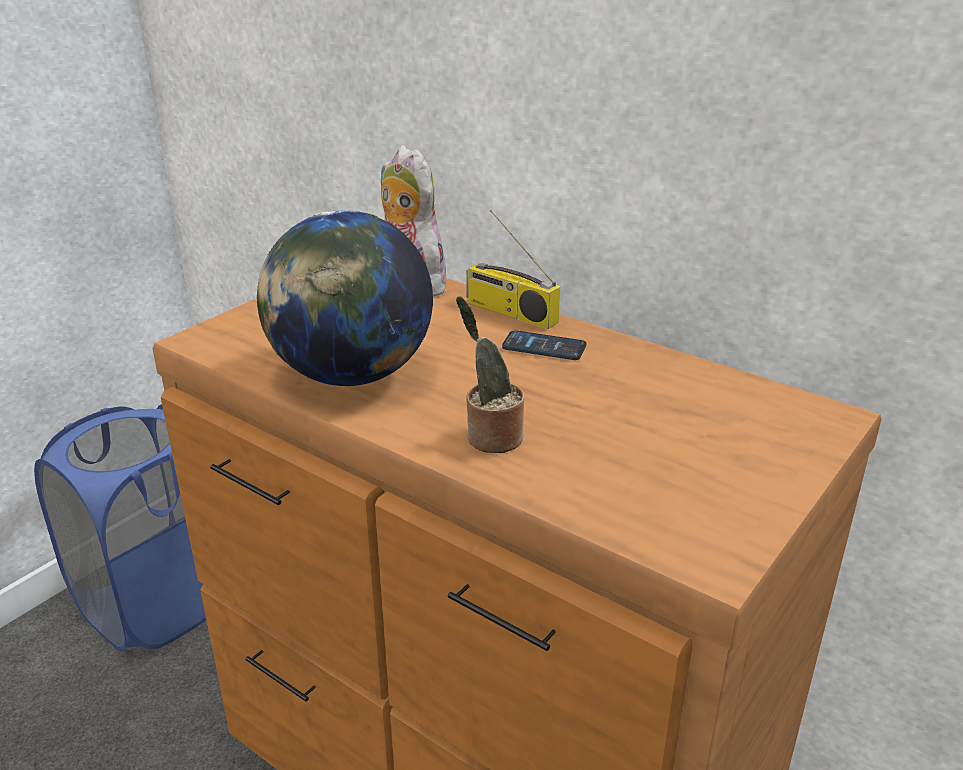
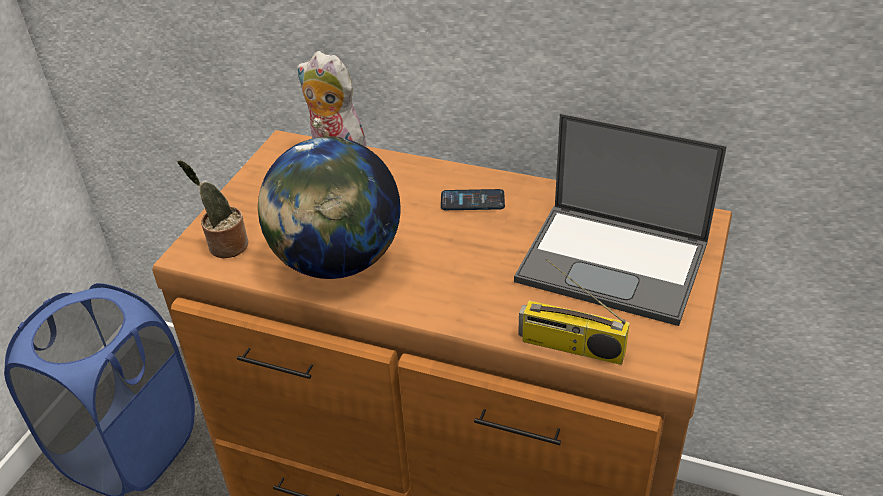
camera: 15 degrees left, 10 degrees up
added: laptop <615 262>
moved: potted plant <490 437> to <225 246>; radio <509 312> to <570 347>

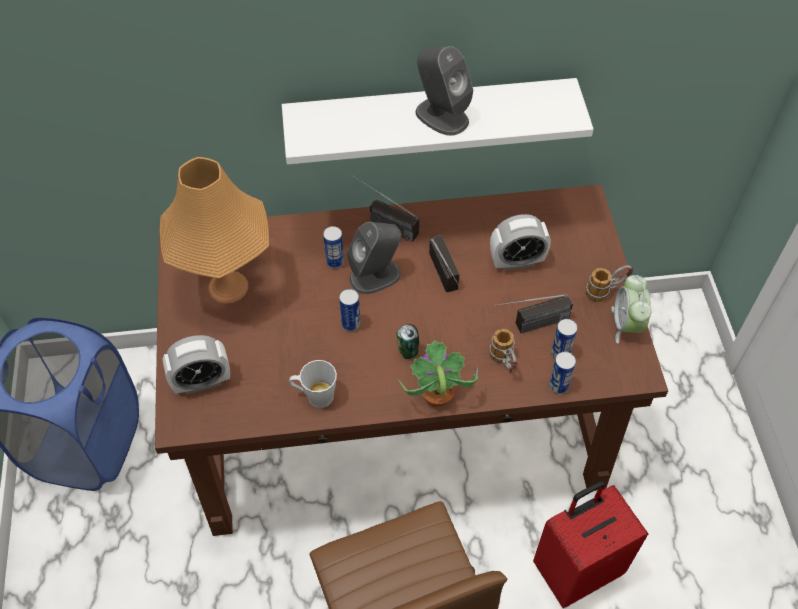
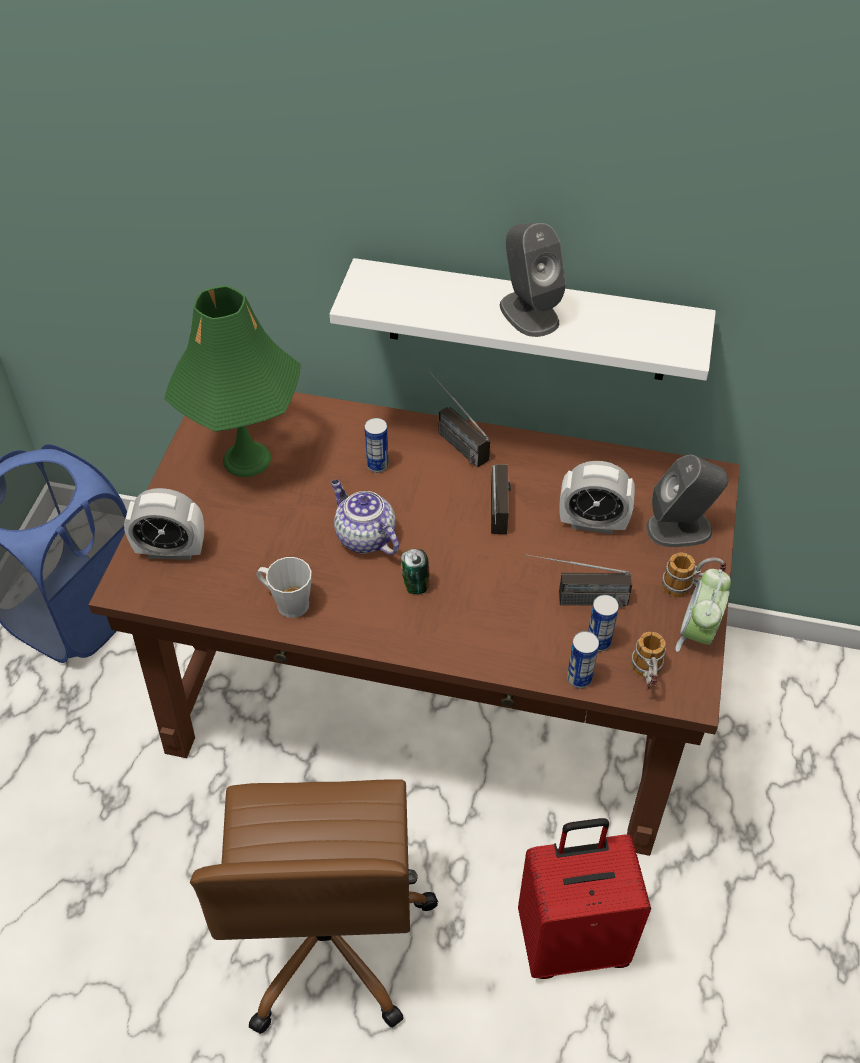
camera: 20 degrees right, 5 degrees down
removed: potted plant <436 397>
moved: mug <504 363> to <646 678>; grey speaker <375 276> to <680 528>
replaced: can <351 324> to teapot <364 537>
recoloured: orange table lamp <228 286> to green table lamp <247 458>

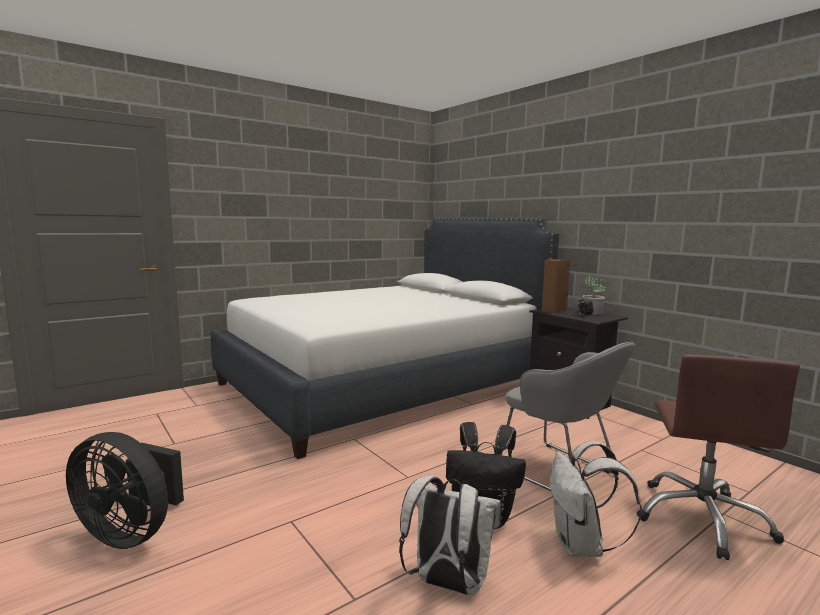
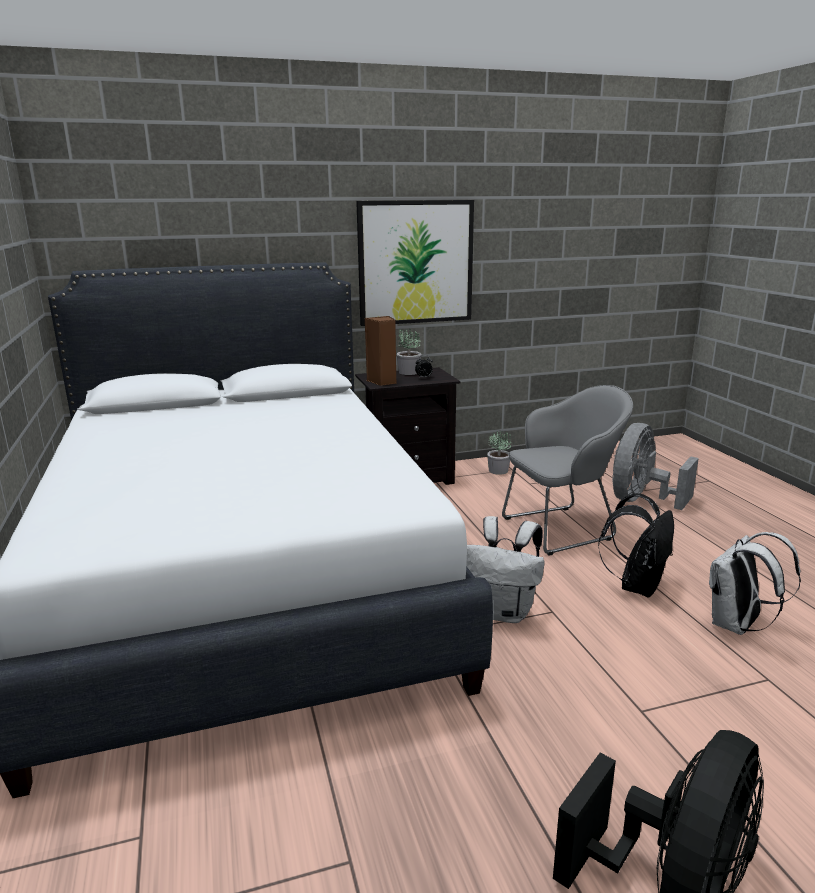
camera: 70 degrees left, 10 degrees up
added: picture <415 262>; potted plant <498 470>
moved: white backpack <581 546> to <503 612>
replaced: brown office chair <702 519> to grey fan <641 500>

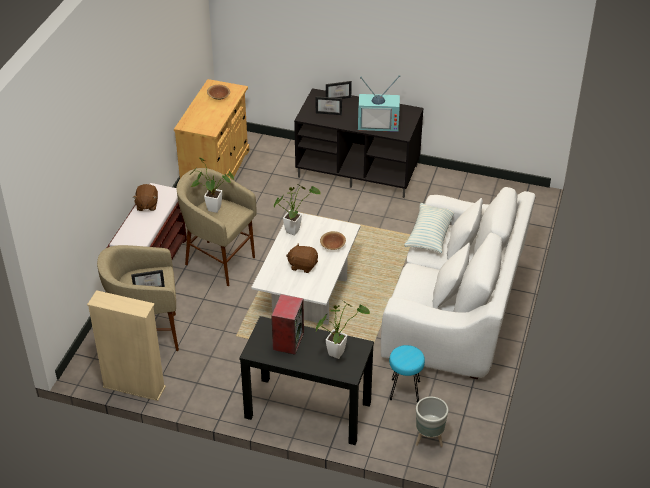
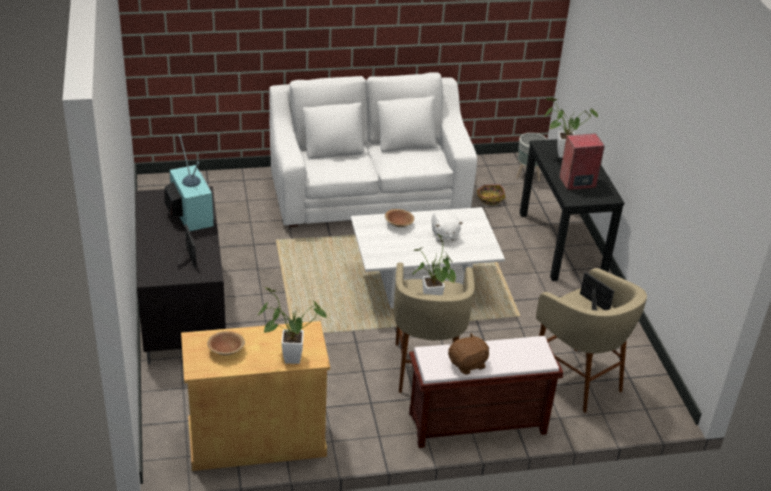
camera: 120 degrees left, 5 degrees down
removed: beige bookcase <134 387>; picture frame <338 97>; pillow <430 235>
moved: potted plant <294 229> to <287 358>
replaced: turquoise stool <404 391> to basket <489 198>
recoloured: brown plush toy <303 265> to white plush toy <444 235>

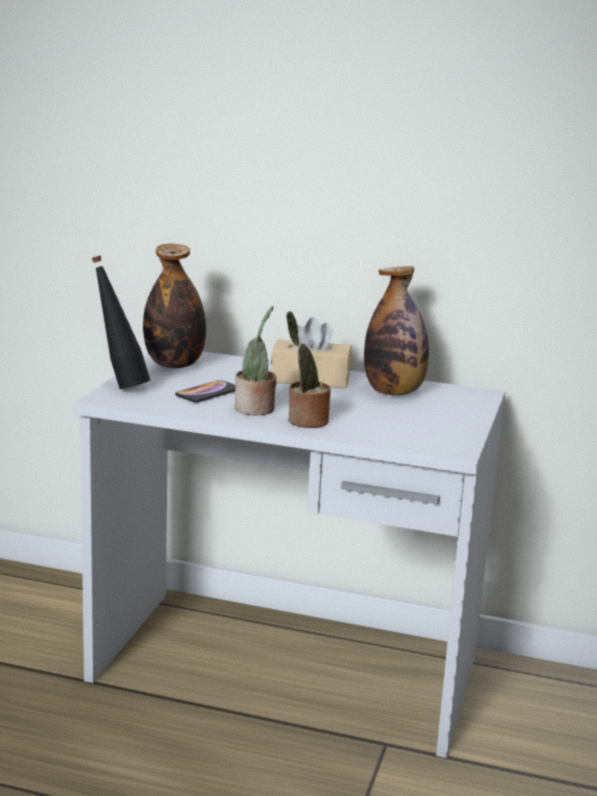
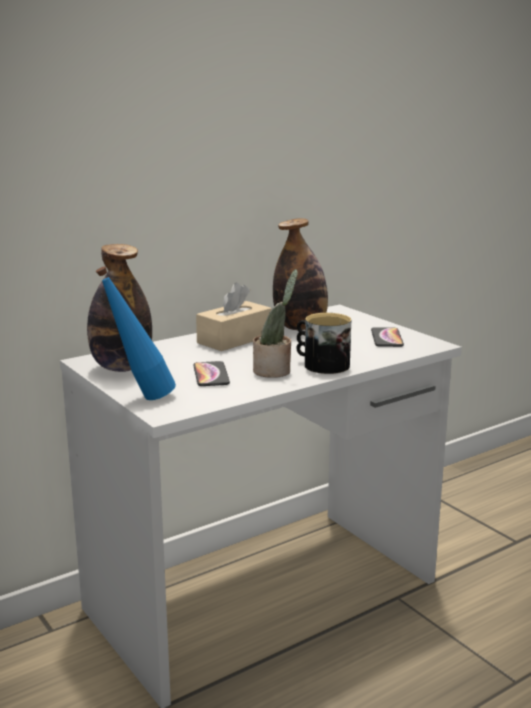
camera: 50 degrees left, 0 degrees up
added: phone <386 338>
replaced: potted plant <305 421> to mug <321 364>
recoloured: black bottle <120 386> to blue bottle <140 398>

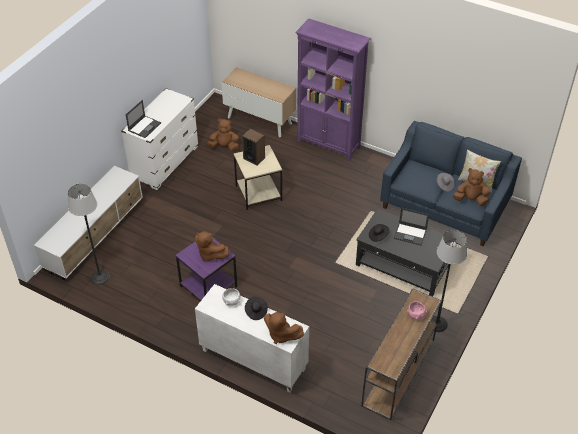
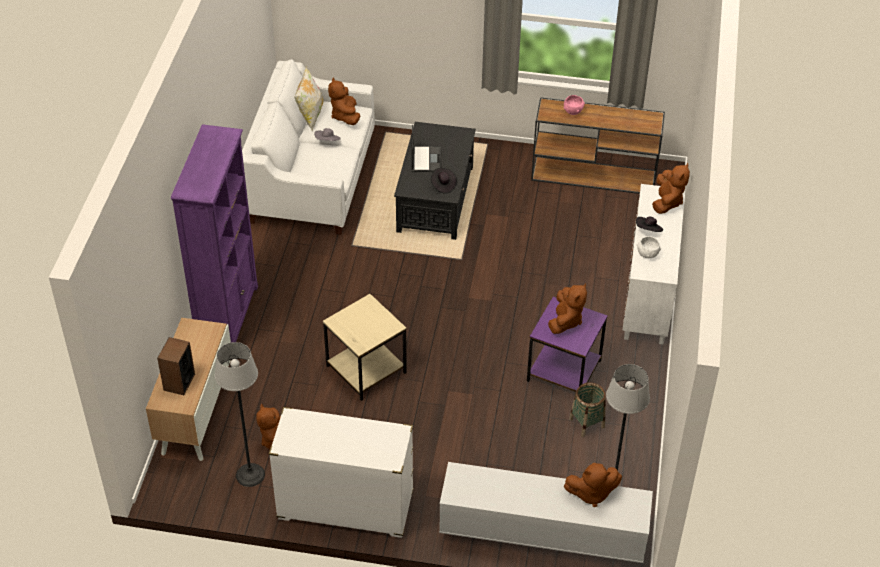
camera: 110 degrees left, 0 degrees up
removed: laptop <144 126>
added: brown plush toy <591 493>; basket <587 423>
moved: speaker <254 158> to <179 382>; floor lamp <437 324> to <250 475>
recoloured: blue sofa <445 205> to white sofa <312 179>

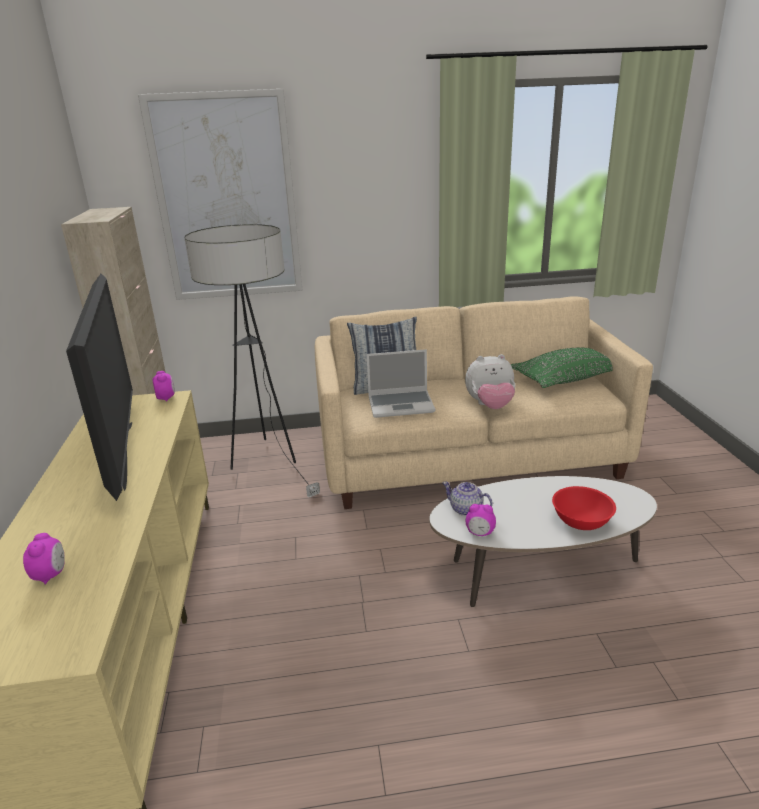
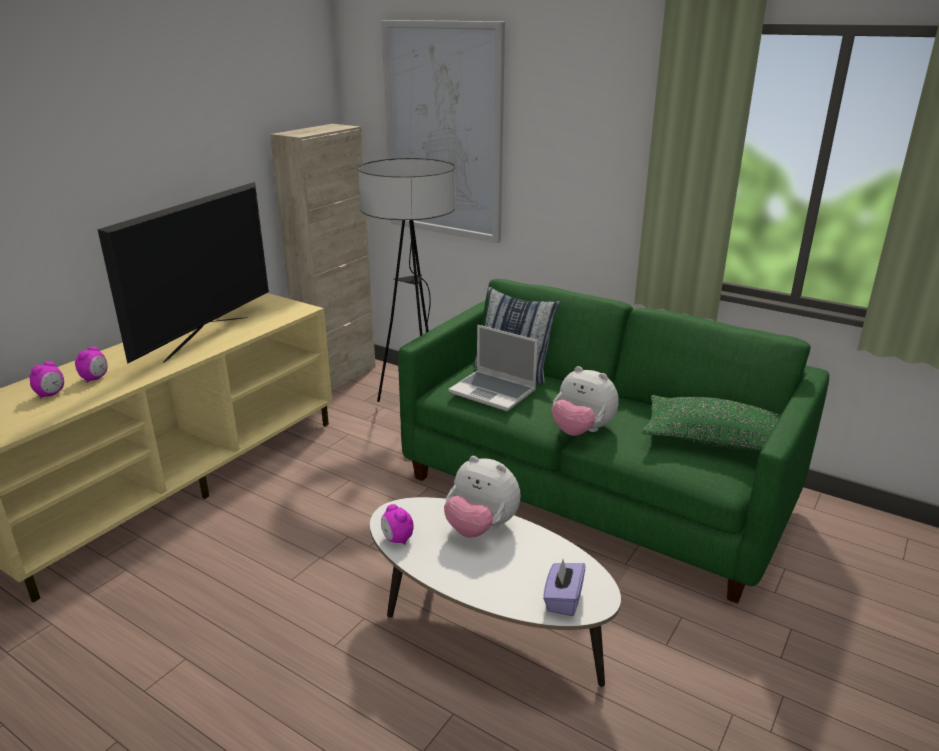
camera: 40 degrees right, 0 degrees up
removed: teapot <466 509>; red bowl <581 521>
added: plush toy <481 528>; purple tissue box <563 599>
moved: alarm clock <166 398> to <95 378>
recoloured: beige sofa <468 457> to green sofa <595 490>

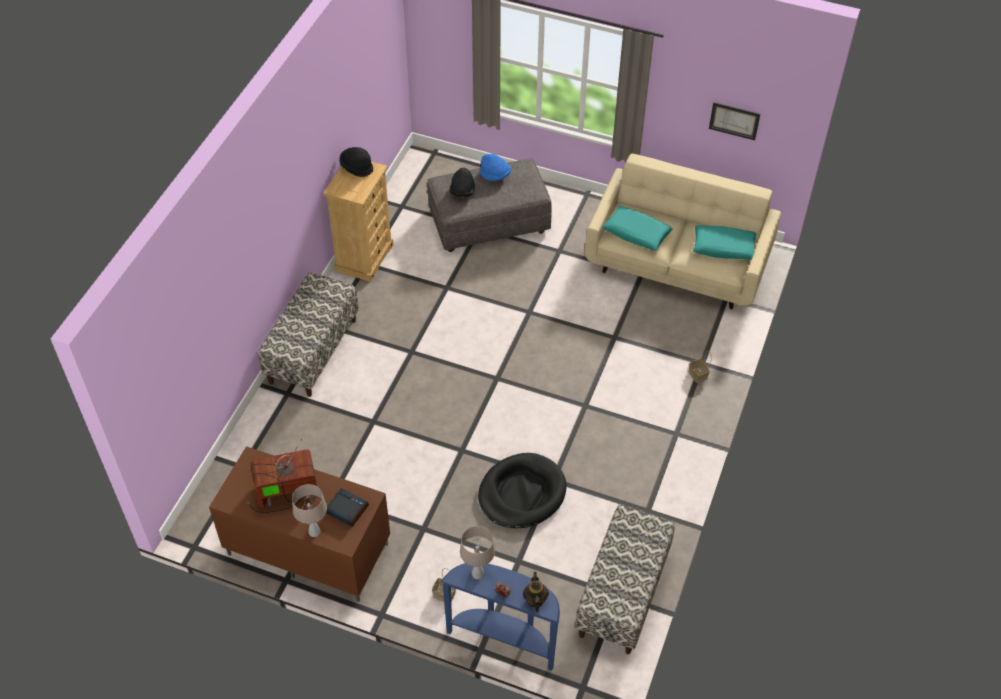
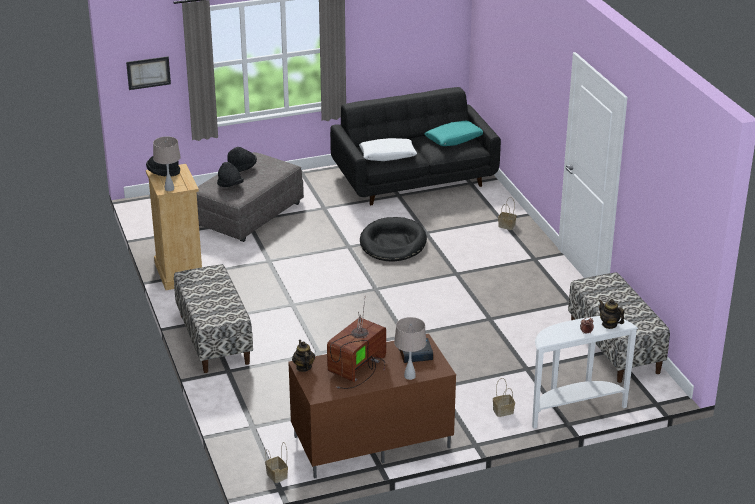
camera: 40 degrees left, 20 degrees down
added: basket <277 475>; teapot <303 367>
moved: picture <734 120> to <148 72>; beige table lamp <477 573> to <169 188>; black dog bed <521 493> to <393 243>
recoloured: blue hat <495 175> to black hat <242 168>; beige sofa <678 262> to black sofa <414 179>; turquoise pillow <636 233> to white pillow <387 155>; blue console table <504 638> to white console table <574 410>

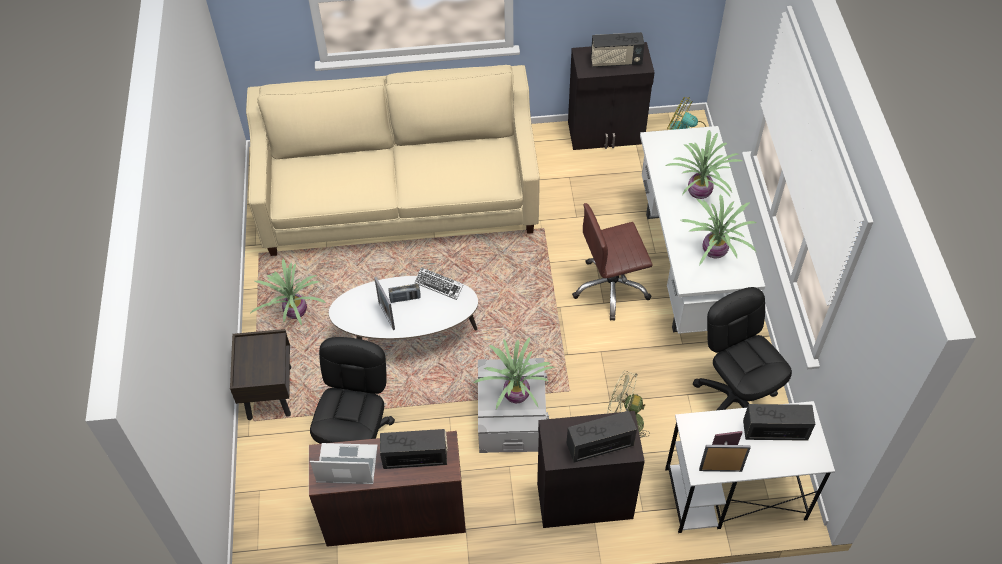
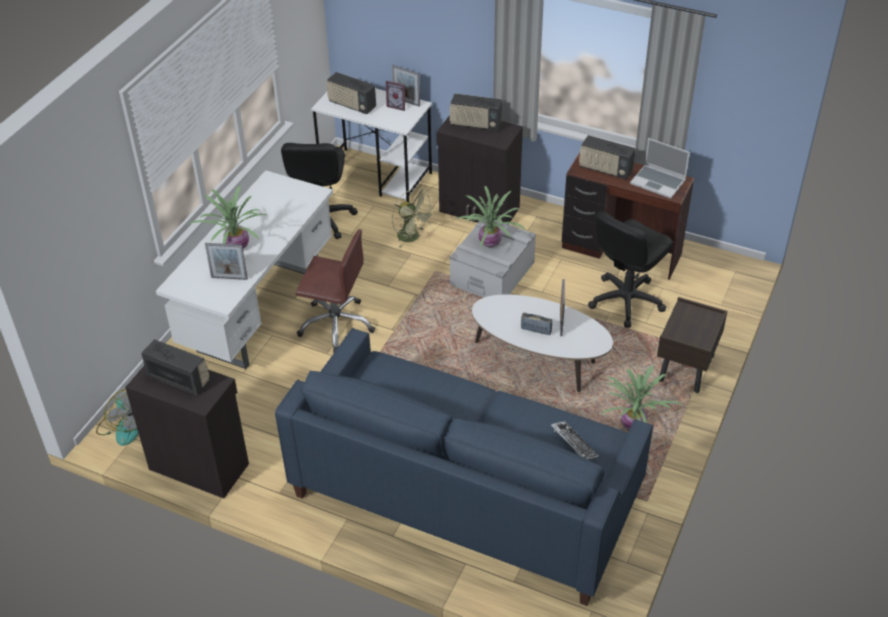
camera: 150 degrees left, 10 degrees down
removed: potted plant <713 252>
added: picture frame <229 278>
moved: keyboard <439 285> to <574 443>
recoloured: beige sofa <399 198> to blue sofa <466 494>

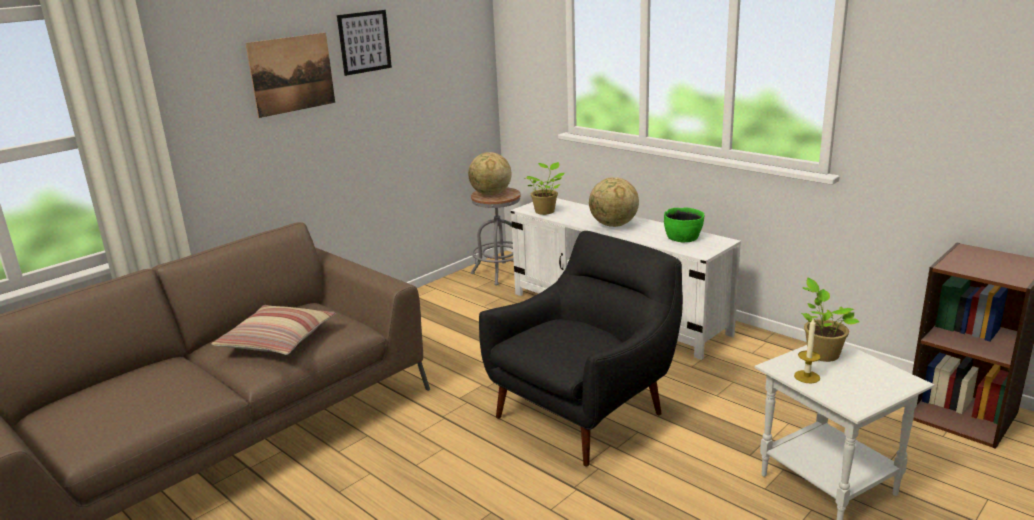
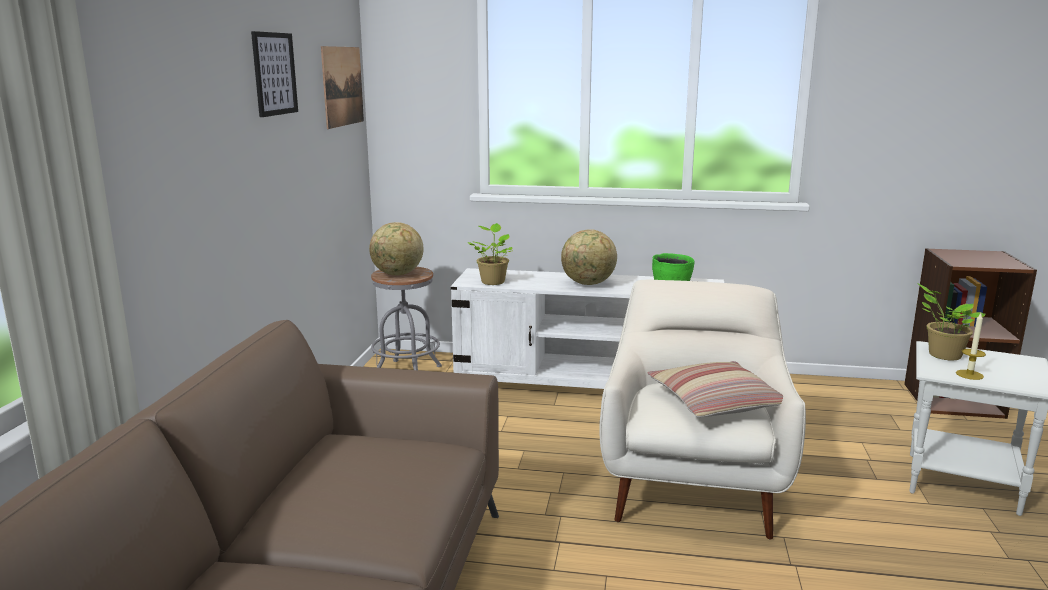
camera: 35 degrees left, 5 degrees down
moved: picture <292 74> to <342 86>; pillow <277 340> to <716 402>
recoloured: black armchair <584 412> to white armchair <692 487>

